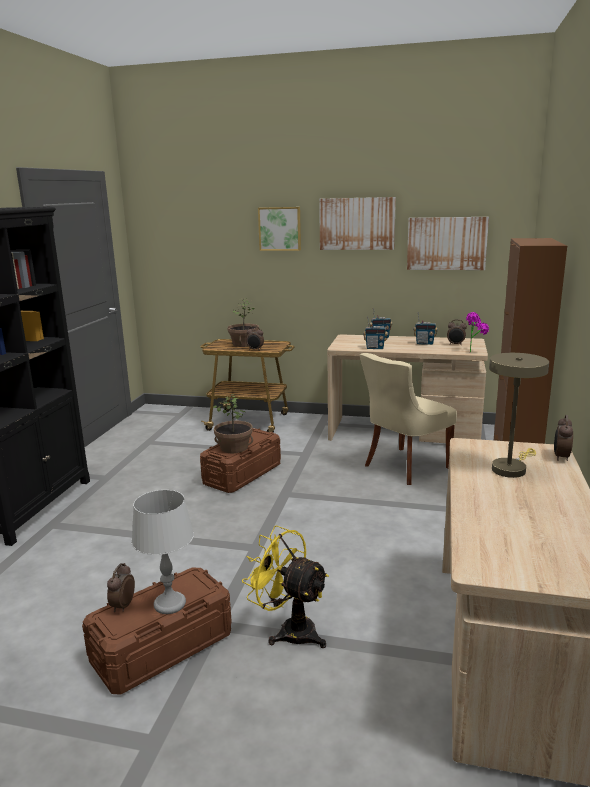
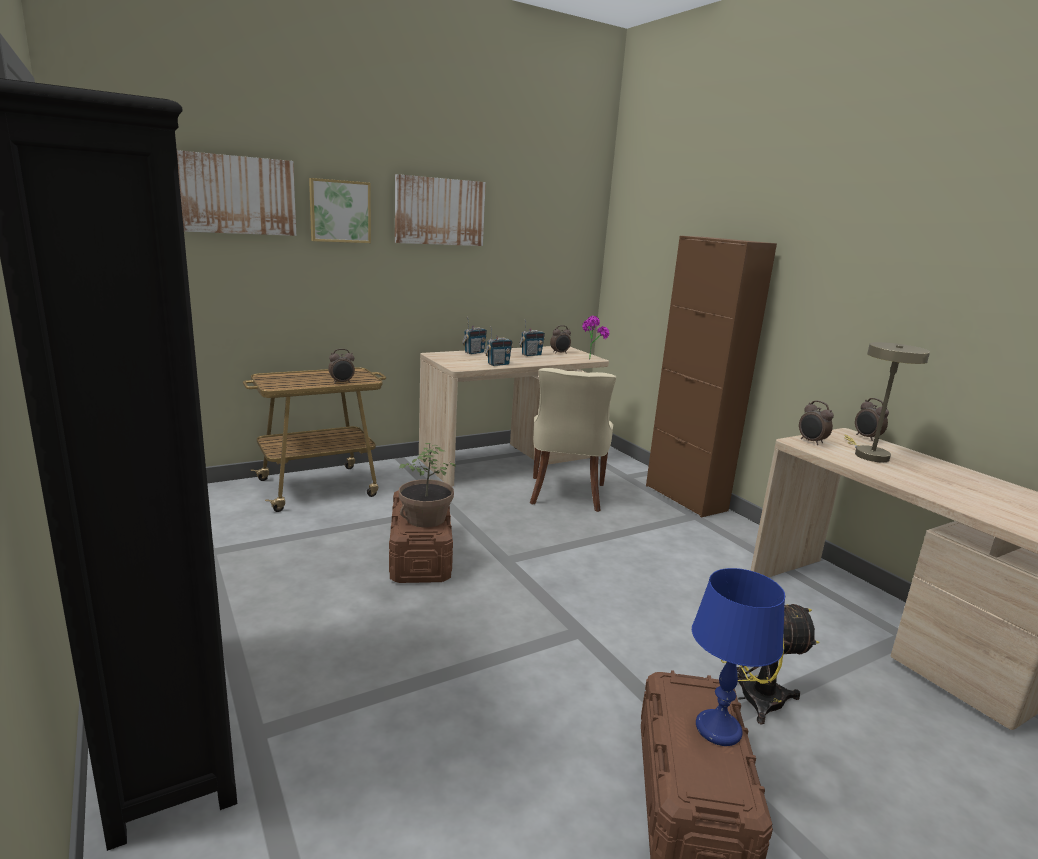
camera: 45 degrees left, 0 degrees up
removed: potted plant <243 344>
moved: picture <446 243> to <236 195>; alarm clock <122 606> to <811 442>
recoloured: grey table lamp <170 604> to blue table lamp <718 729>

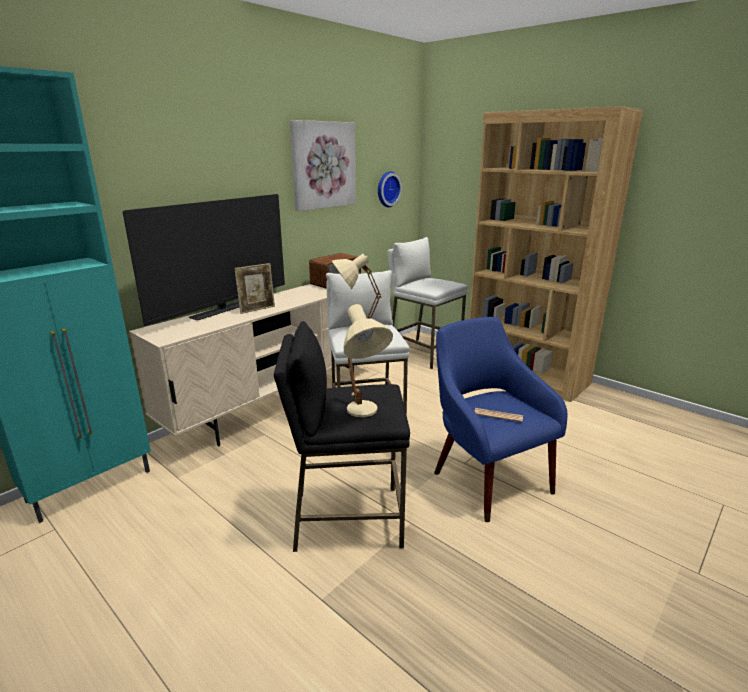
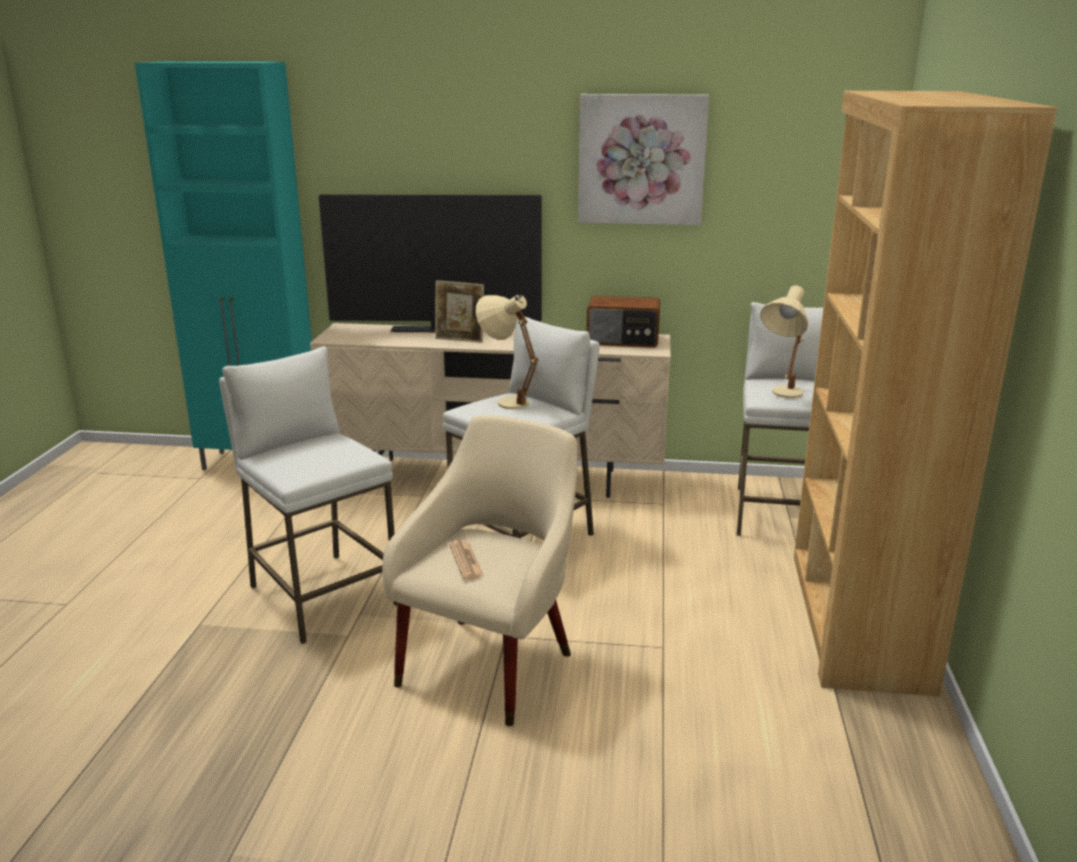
camera: 55 degrees right, 0 degrees up
removed: wall clock <387 189>
moved: beige table lamp <364 415> to <781 396>
recoloured: black stool <347 518> to white stool <322 595>; blue armchair <487 477> to beige armchair <491 661>

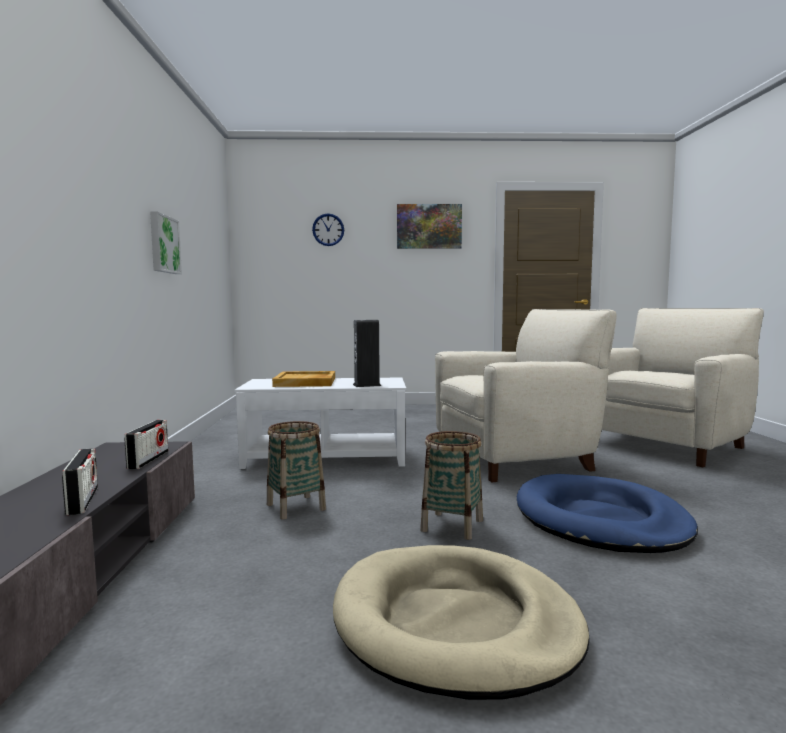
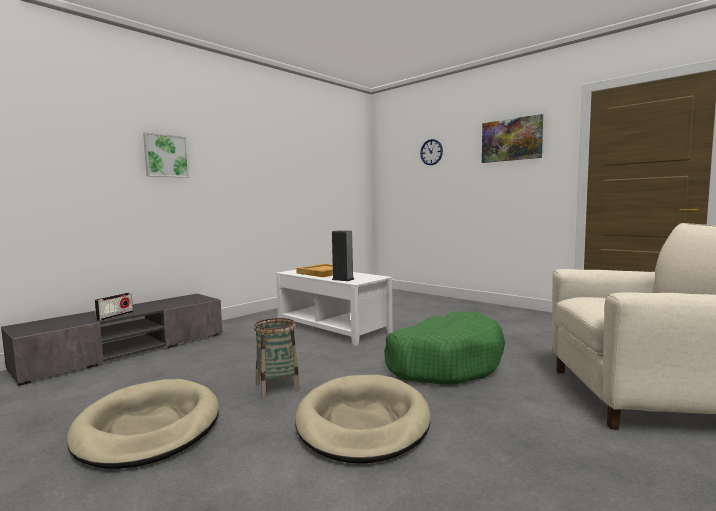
camera: 45 degrees right, 0 degrees up
removed: radio <148 460>; basket <295 507>
moved: picture <163 244> to <166 156>
replaced: beige armchair <516 458> to green dog bed <444 363>
recoloured: blue dog bed <600 520> to beige dog bed <363 422>

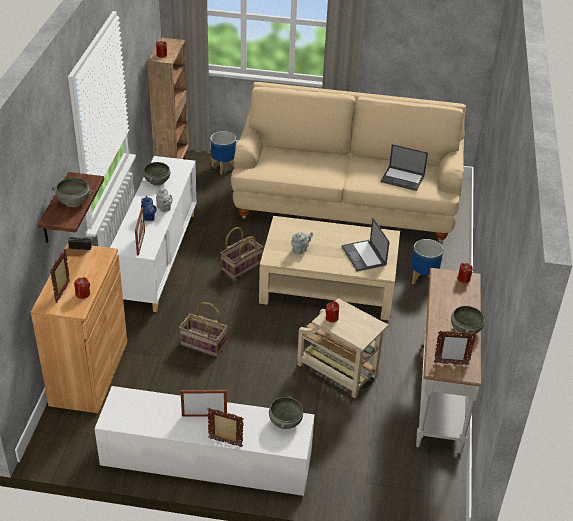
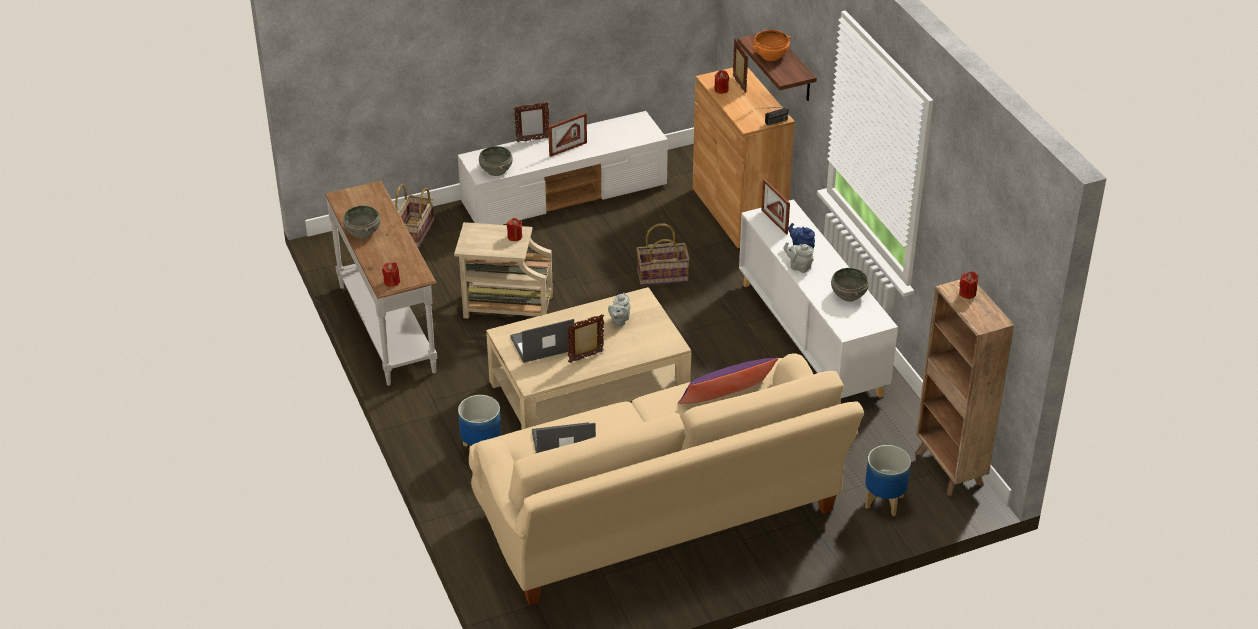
camera: 150 degrees right, 0 degrees up
added: purple pillow <726 397>
moved: basket <241 266> to <415 233>; picture frame <450 363> to <586 357>
recoloured: grey bowl <73 202> to orange bowl <770 55>
turned: laptop <364 256> = <541 344> 60 degrees counterclockwise

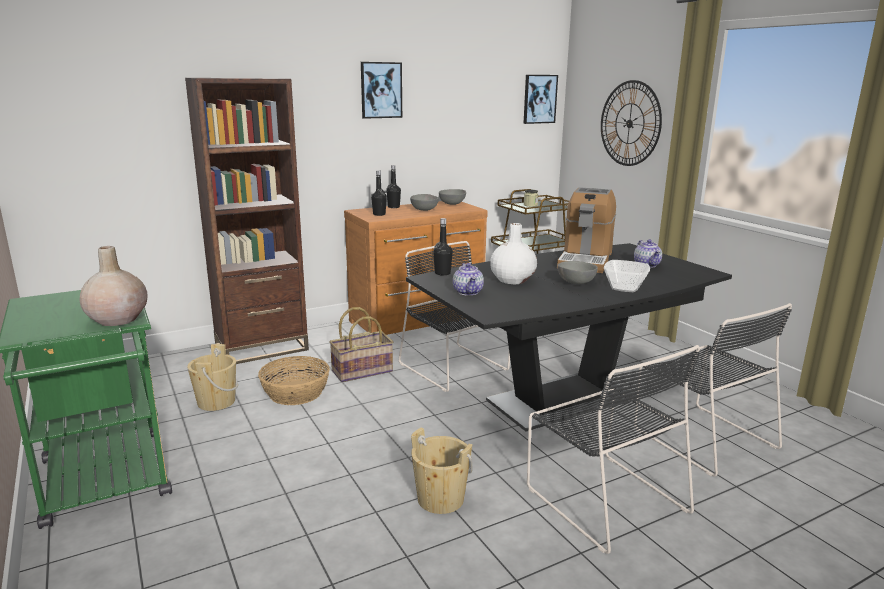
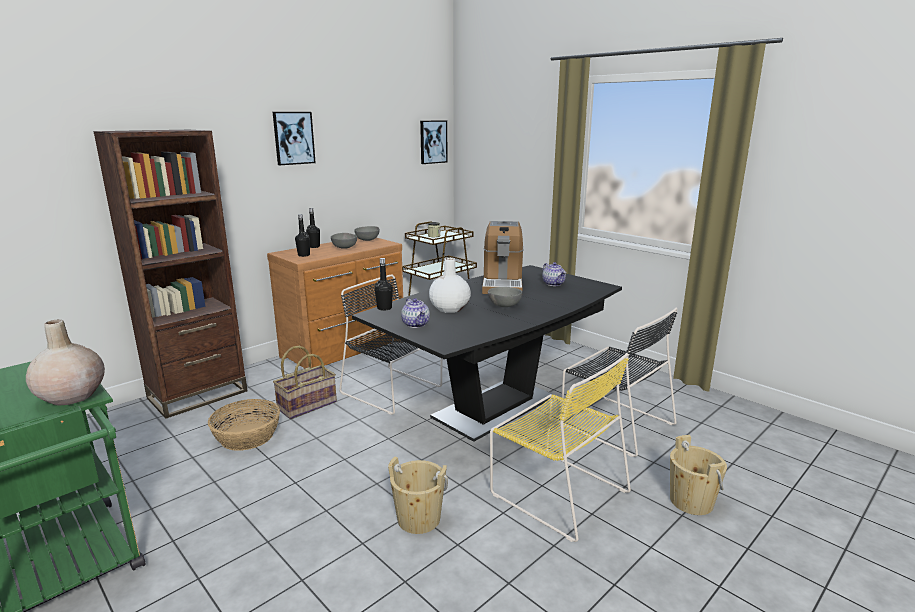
camera: 15 degrees left, 0 degrees up
removed: wall clock <629 123>; bowl <625 288>
moved: beige bucket <216 402> to <691 501>
recoloured: black chair <603 497> to yellow chair <556 491>

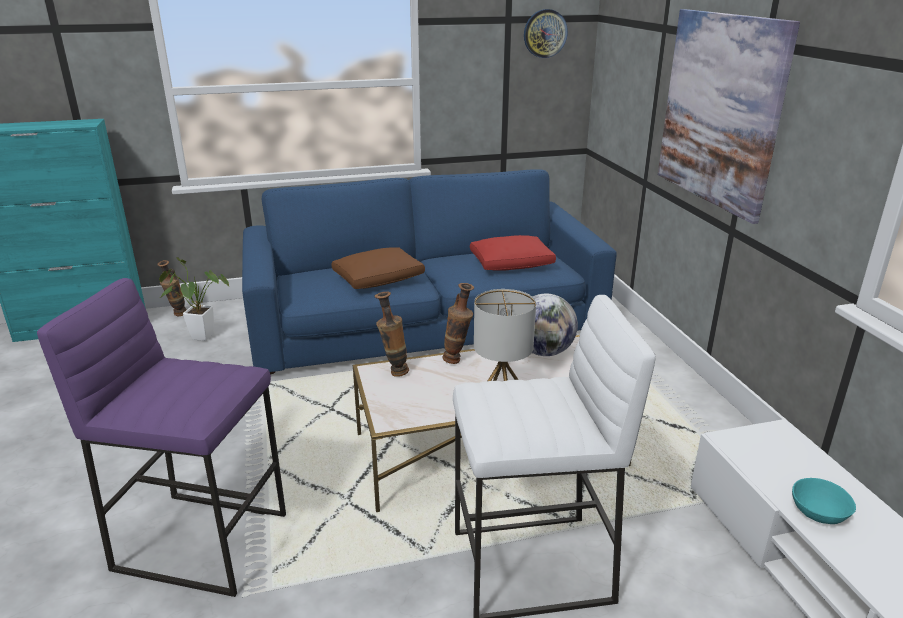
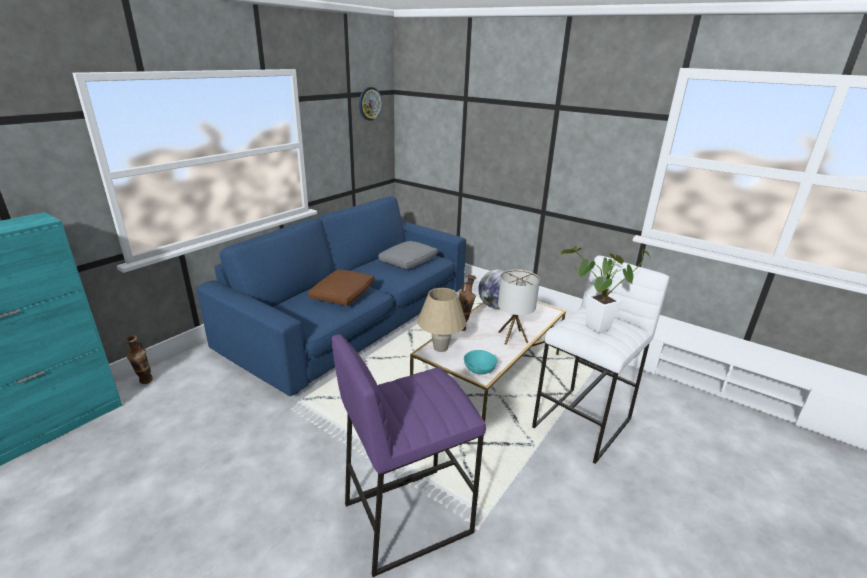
camera: 40 degrees left, 0 degrees up
removed: picture <720 110>
moved: turquoise bowl <817 513> to <479 370>; potted plant <198 336> to <593 328>
replaced: vase <394 372> to beige table lamp <440 348>
recoloured: red pillow <512 264> to grey pillow <408 261>

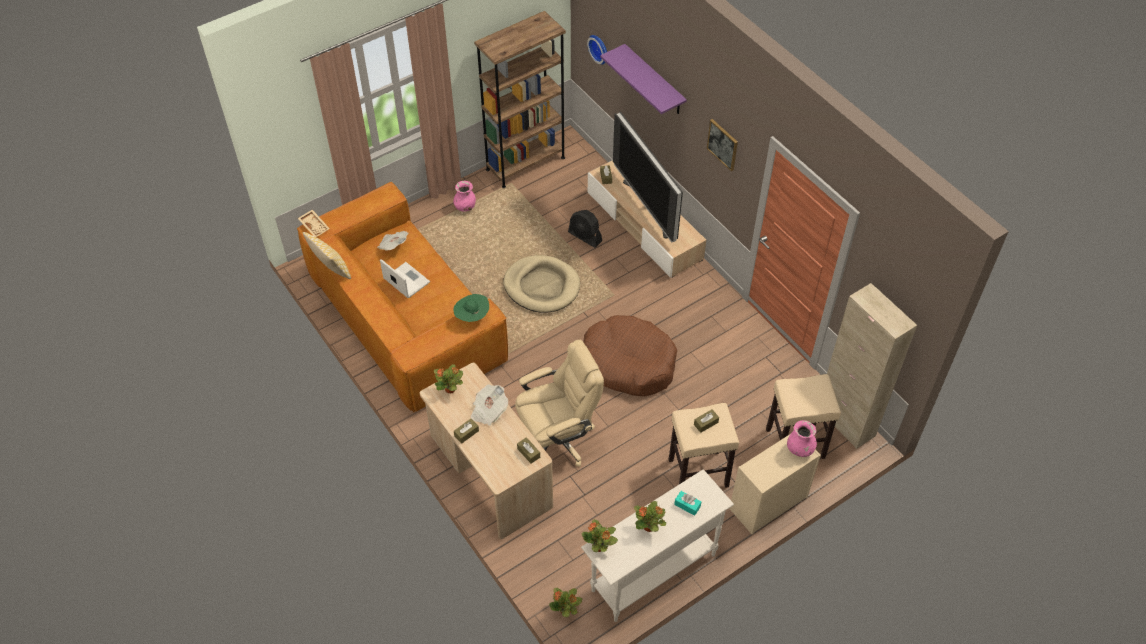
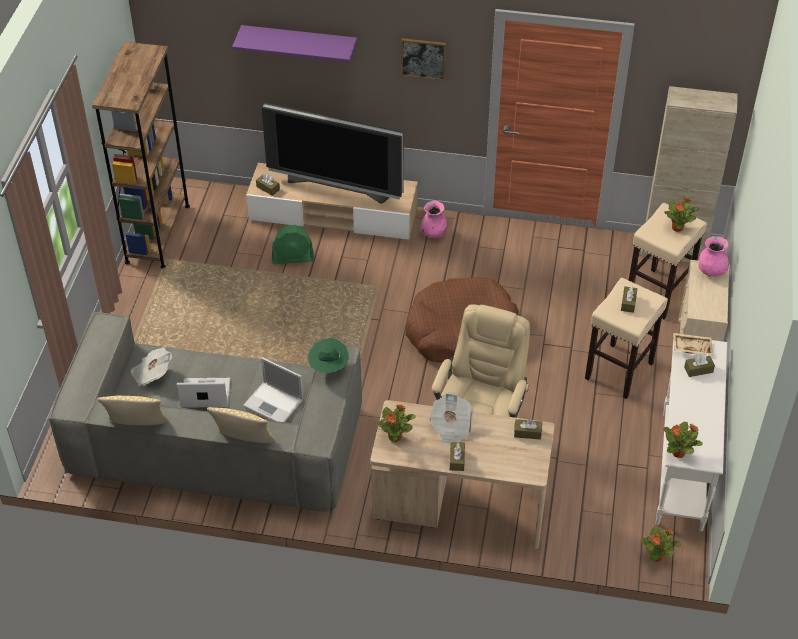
camera: 45 degrees left, 5 degrees down
removed: beige dog bed <542 286>; wall clock <599 48>
added: pillow <245 443>; laptop <274 403>
moved: pink vase <465 207> to <433 233>; potted plant <649 527> to <677 227>; beige tray <315 226> to <692 347>
recoloured: brown sofa <406 317> to grey sofa <215 441>; black fan <585 237> to green fan <293 258>; turquoise tissue box <687 505> to brown tissue box <698 370>

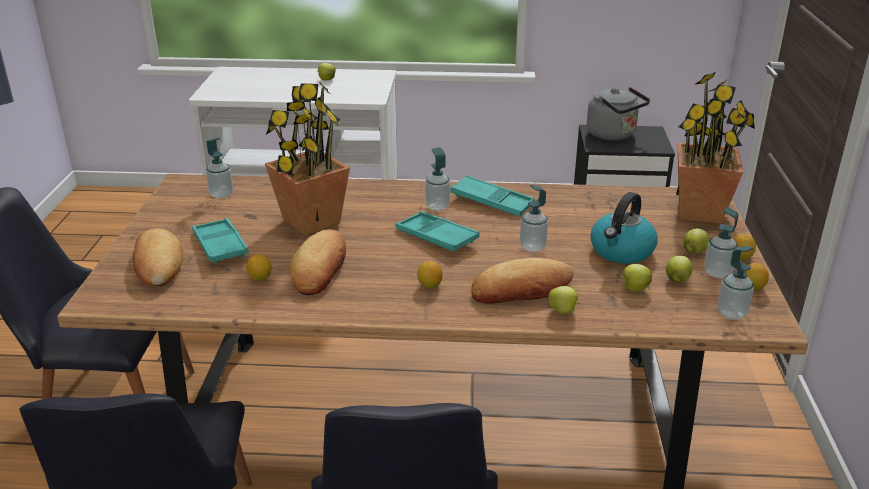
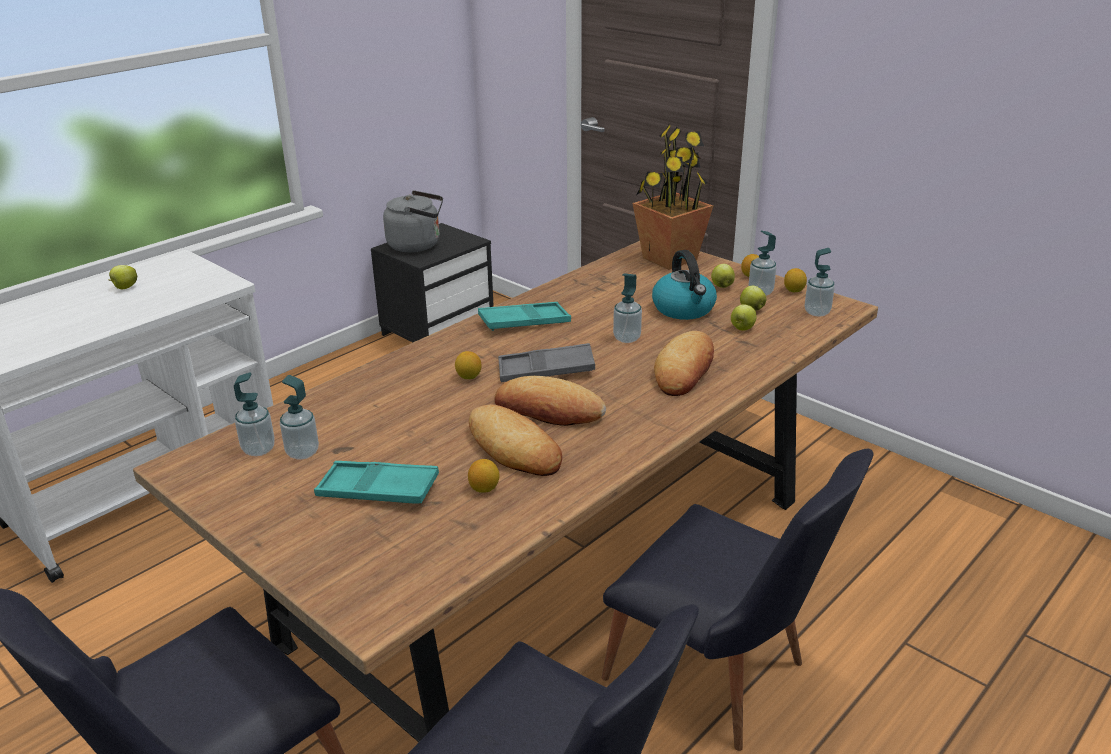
camera: 50 degrees left, 0 degrees up
removed: potted plant <311 221>; apple <563 311>
moved: soap dispenser <437 206> to <302 452>; lemon <429 285> to <468 377>; bread <157 264> to <548 410>
recoloured: turquoise tray <436 237> to grey tray <546 370>

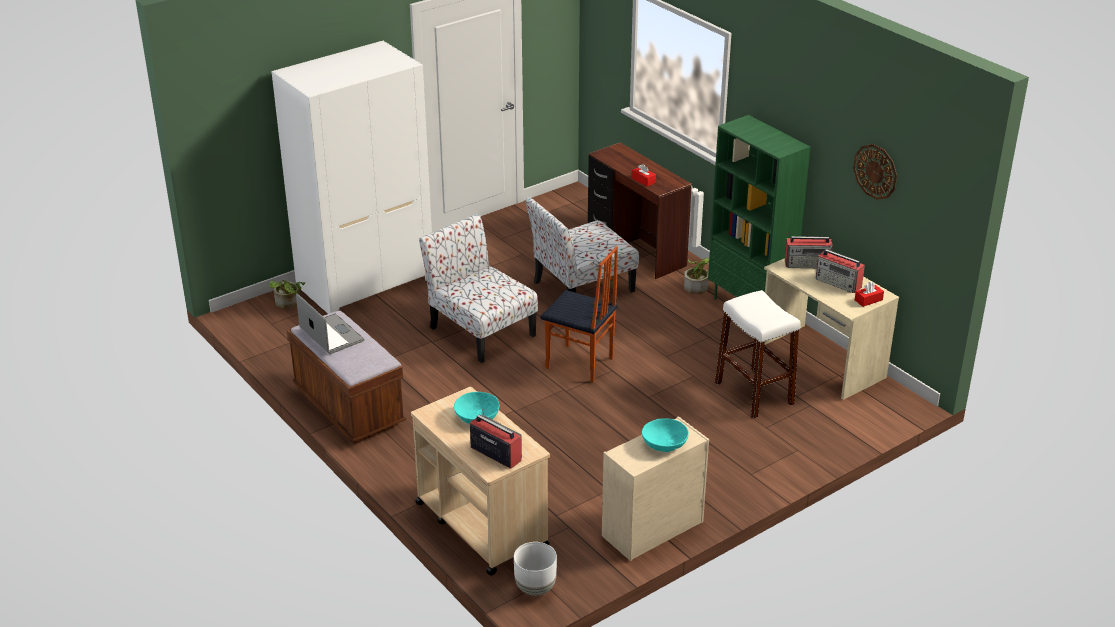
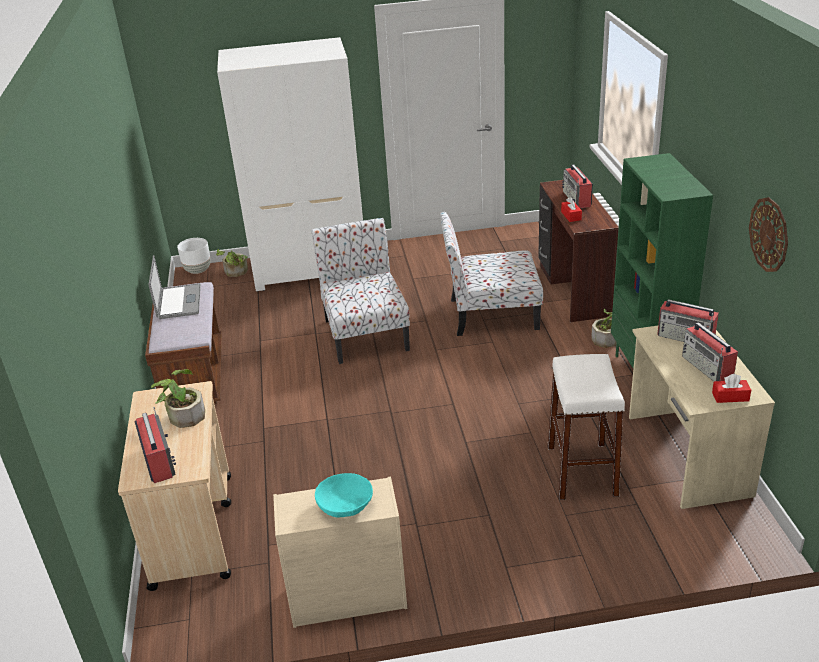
camera: 30 degrees right, 0 degrees up
removed: chair <579 364>
added: radio <577 199>
moved: white planter <535 587> to <198 270>
replaced: turquoise bowl <476 416> to potted plant <183 415>

